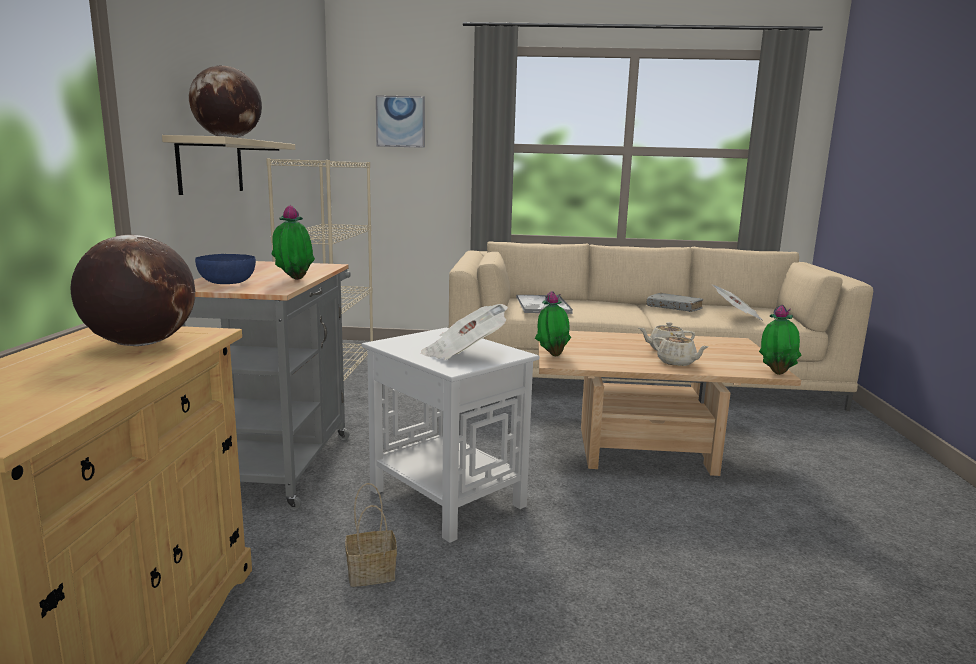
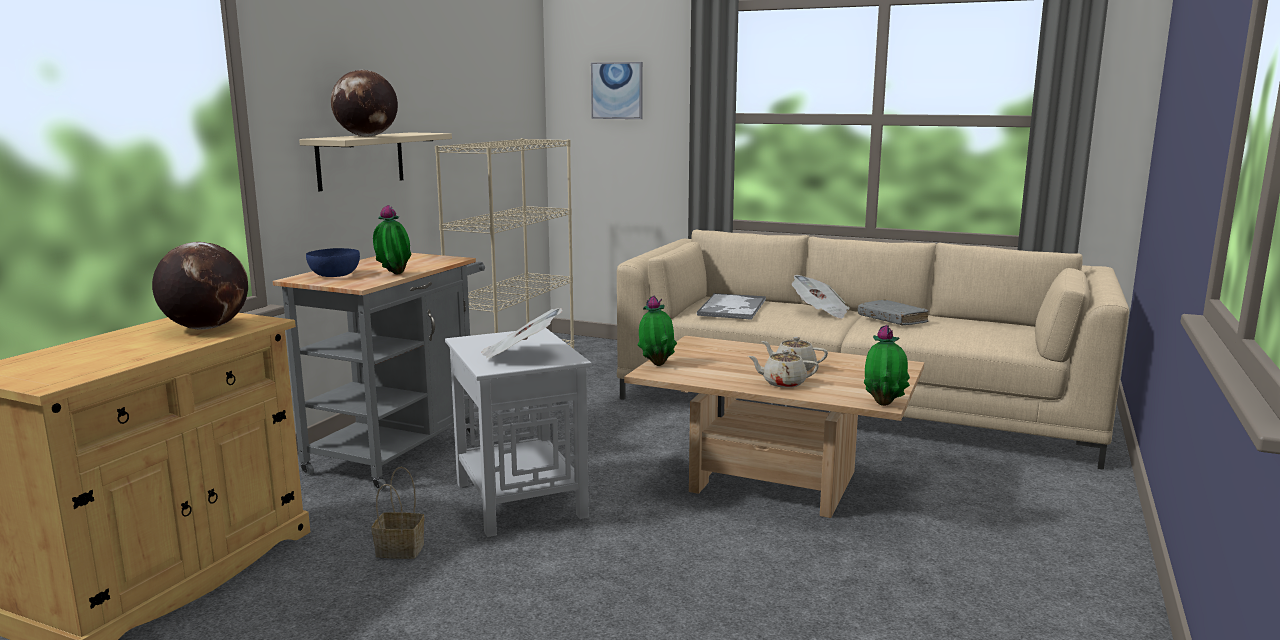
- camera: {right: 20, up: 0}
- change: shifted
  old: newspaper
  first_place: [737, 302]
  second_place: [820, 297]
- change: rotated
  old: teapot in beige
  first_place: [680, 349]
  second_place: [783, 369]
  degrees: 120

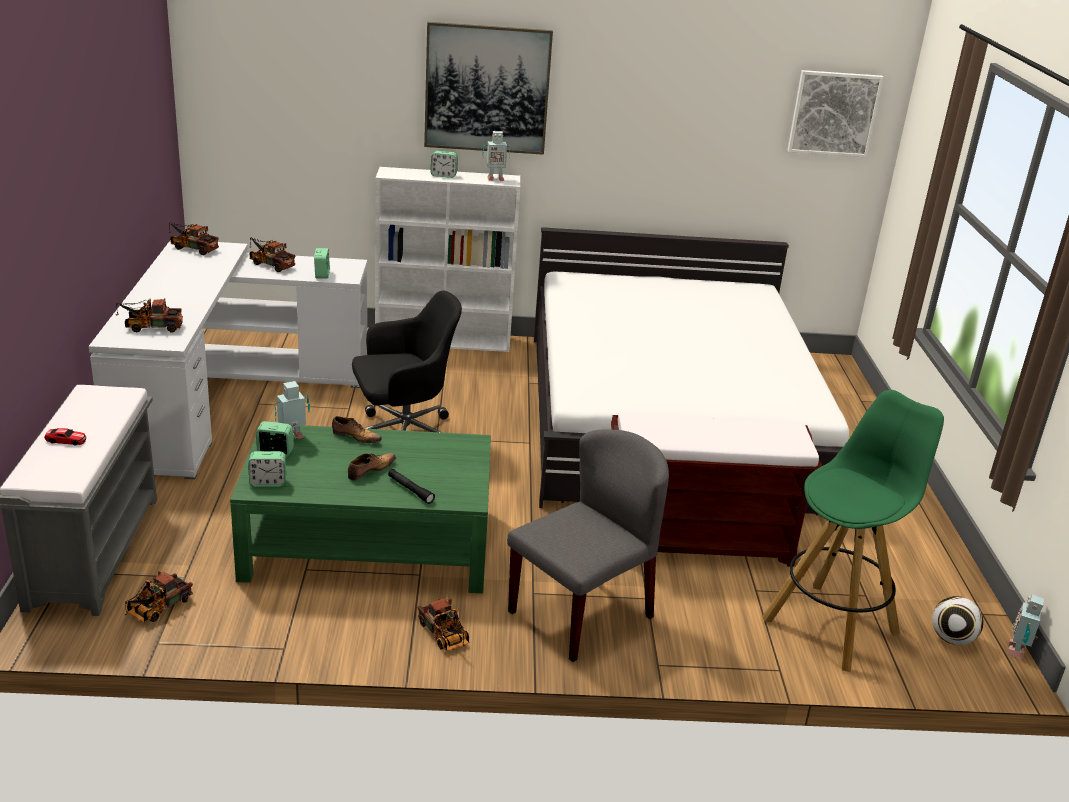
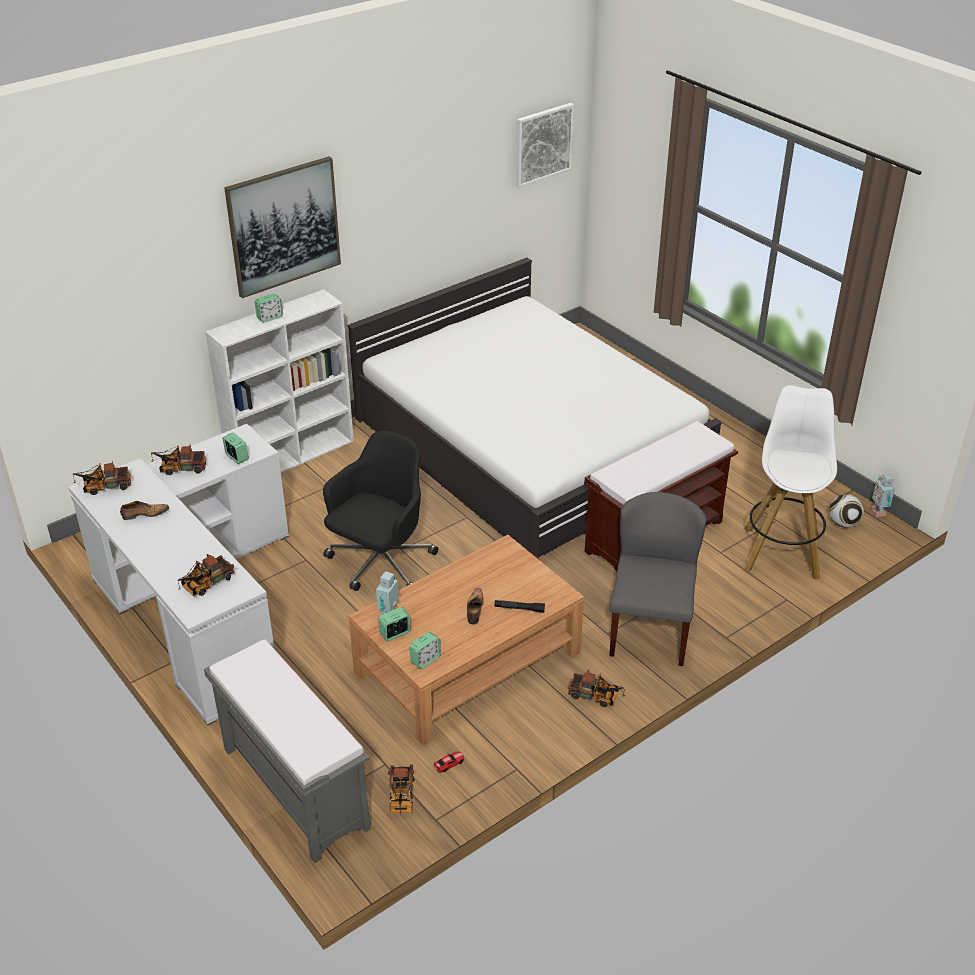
- camera: {right: -35, up: 10}
- change: gone
  old: toy robot
  first_place: [496, 156]
- change: repainted
  old: stool in green
  new: stool in white
  first_place: [853, 531]
  second_place: [790, 482]
- change: shifted
  old: shoe
  first_place: [357, 429]
  second_place: [144, 510]
- change: repainted
  old: coffee table in green
  new: coffee table in brown
  first_place: [360, 509]
  second_place: [466, 640]
- change: shifted
  old: toy car
  first_place: [65, 436]
  second_place: [449, 762]

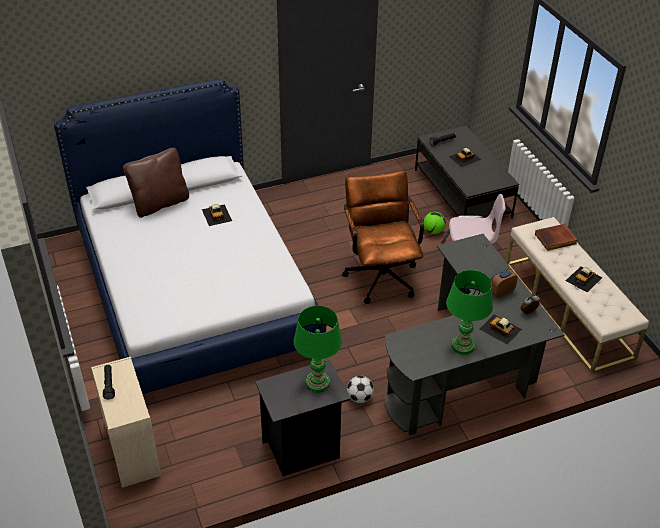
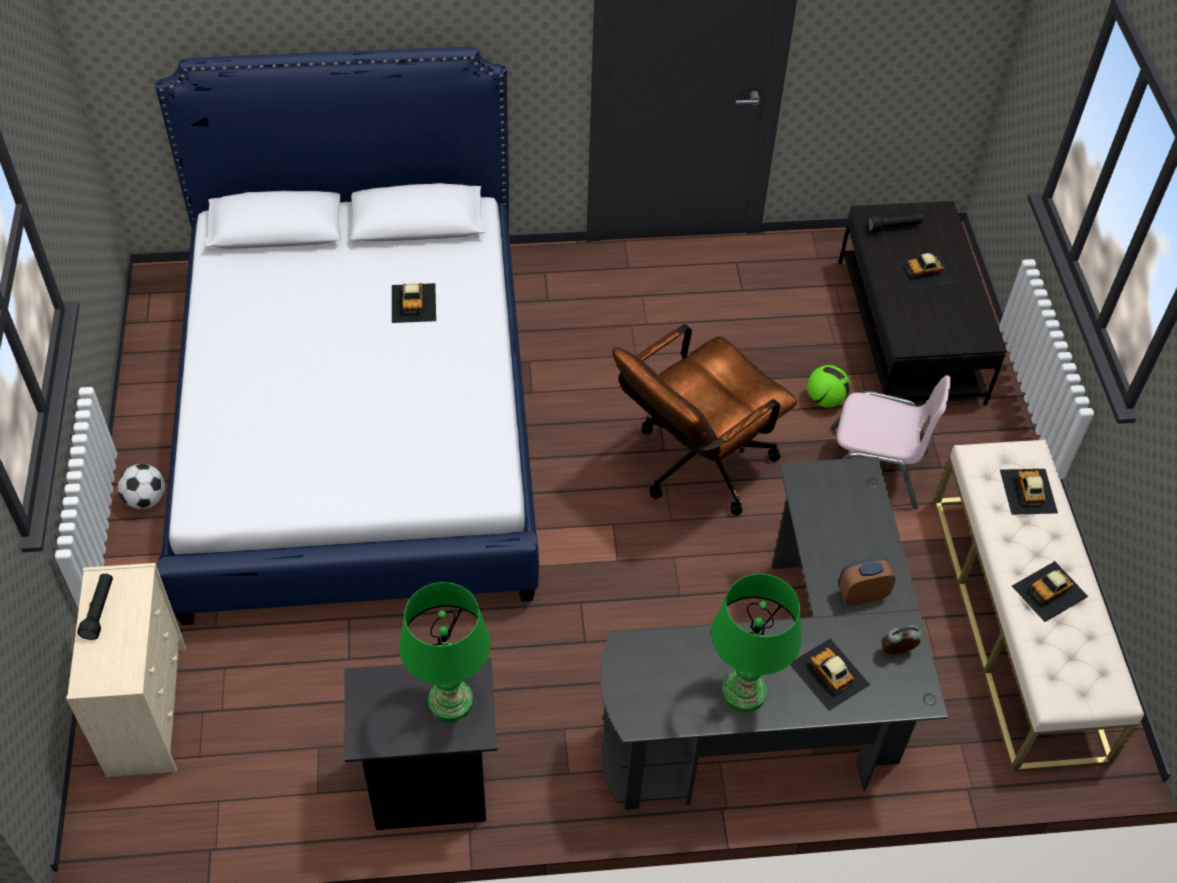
- camera: {right: 15, up: 10}
- change: gone
  old: pillow in brown
  first_place: [156, 183]
- change: rotated
  old: office chair in brown
  first_place: [383, 237]
  second_place: [704, 420]
  degrees: -135
- change: swapped
  old: book
  new: toy car
  first_place: [556, 237]
  second_place: [1029, 492]
- change: shifted
  old: football
  first_place: [360, 389]
  second_place: [141, 486]

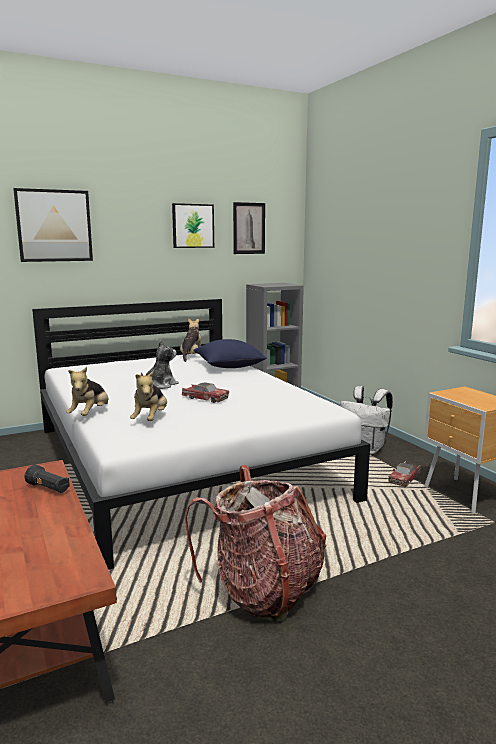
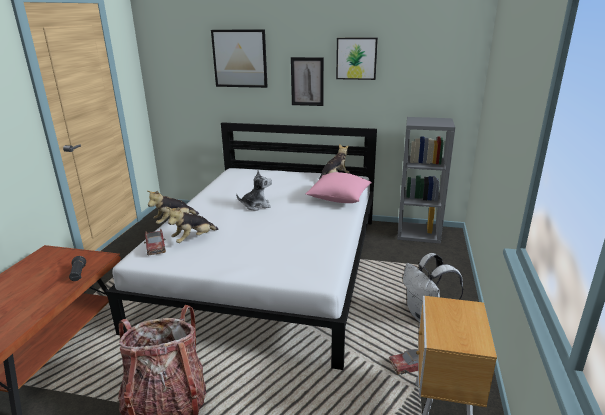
- camera: {right: 40, up: 10}
- change: shifted
  old: picture
  first_place: [249, 228]
  second_place: [307, 81]
- change: repainted
  old: pillow in blue
  new: pillow in pink
  first_place: [230, 353]
  second_place: [339, 187]
- change: shifted
  old: toy car
  first_place: [205, 392]
  second_place: [155, 242]

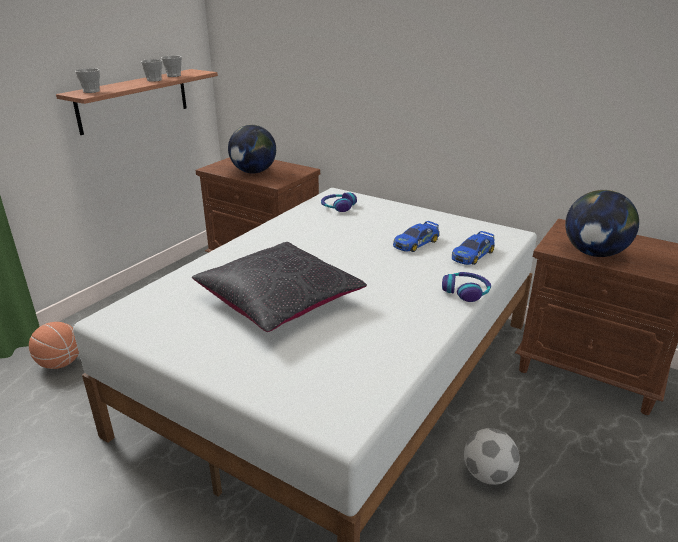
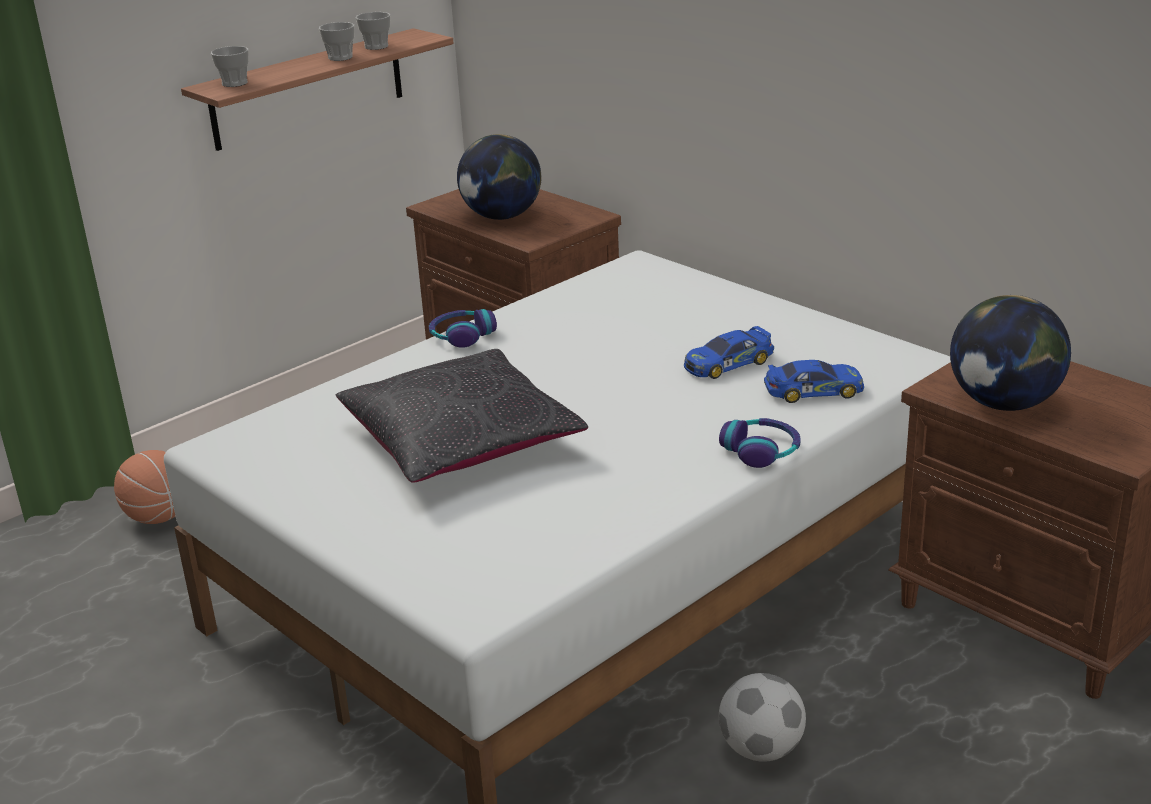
- camera: {right: 15, up: 0}
- change: shifted
  old: headphones
  first_place: [339, 202]
  second_place: [463, 328]
- change: rotated
  old: toy car
  first_place: [473, 248]
  second_place: [814, 381]
  degrees: -150

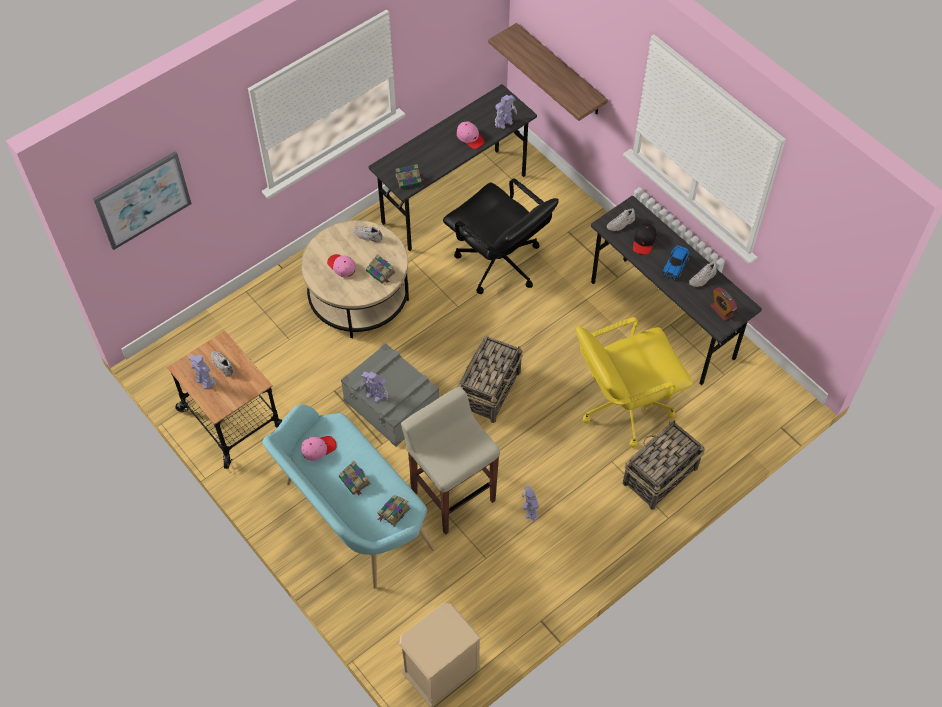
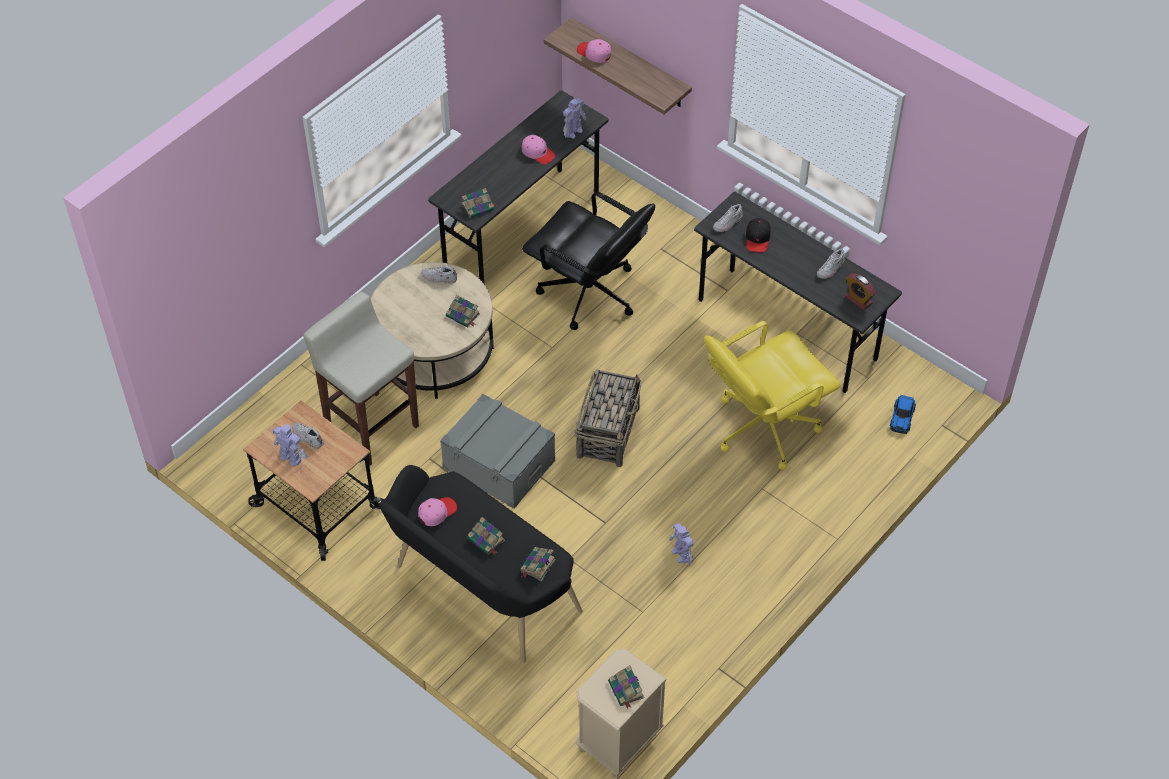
- camera: {right: -10, up: -5}
- change: gone
  old: picture
  first_place: [142, 200]
- change: shifted
  old: toy car
  first_place: [676, 262]
  second_place: [903, 414]
- change: shifted
  old: cap in pink
  first_place: [341, 265]
  second_place: [594, 51]
- change: gone
  old: toy robot
  first_place: [374, 386]
- change: shifted
  old: stool in beige
  first_place: [450, 461]
  second_place: [361, 379]
- change: repainted
  old: bench in turquoise
  new: bench in black
  first_place: [349, 496]
  second_place: [481, 564]
- change: gone
  old: basket
  first_place: [664, 465]
- change: new
  new: book
  second_place: [626, 687]

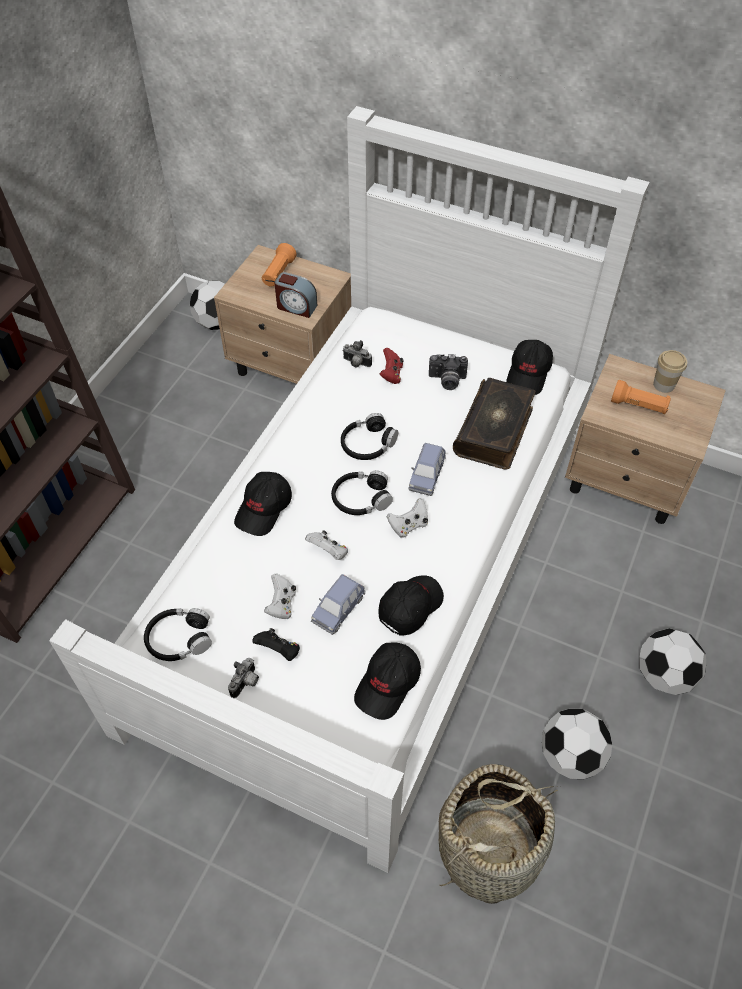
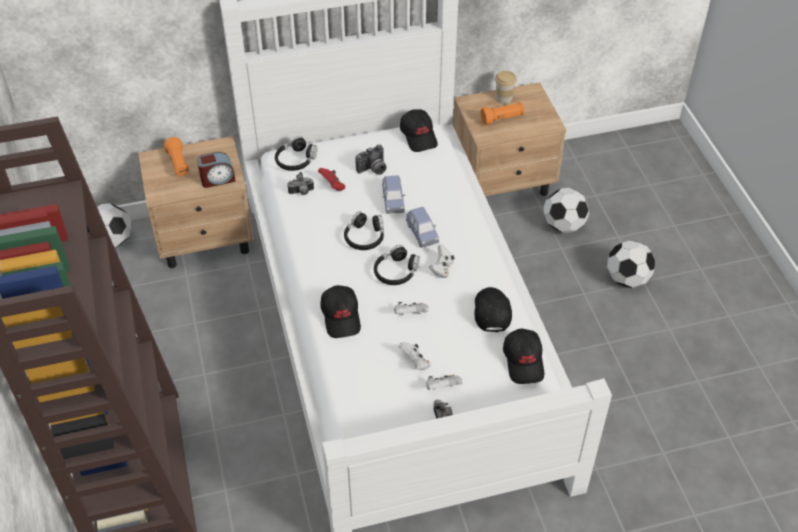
- camera: {right: -40, up: -5}
- change: gone
  old: book
  first_place: [494, 424]
- change: shifted
  old: toy car in blue
  first_place: [338, 604]
  second_place: [393, 194]
- change: shifted
  old: headphones in black
  first_place: [178, 634]
  second_place: [296, 153]
- change: repainted
  old: game controller in black
  new: game controller in white
  first_place: [276, 644]
  second_place: [444, 382]
- change: shifted
  old: football
  first_place: [577, 744]
  second_place: [566, 210]
- change: gone
  old: basket
  first_place: [499, 834]

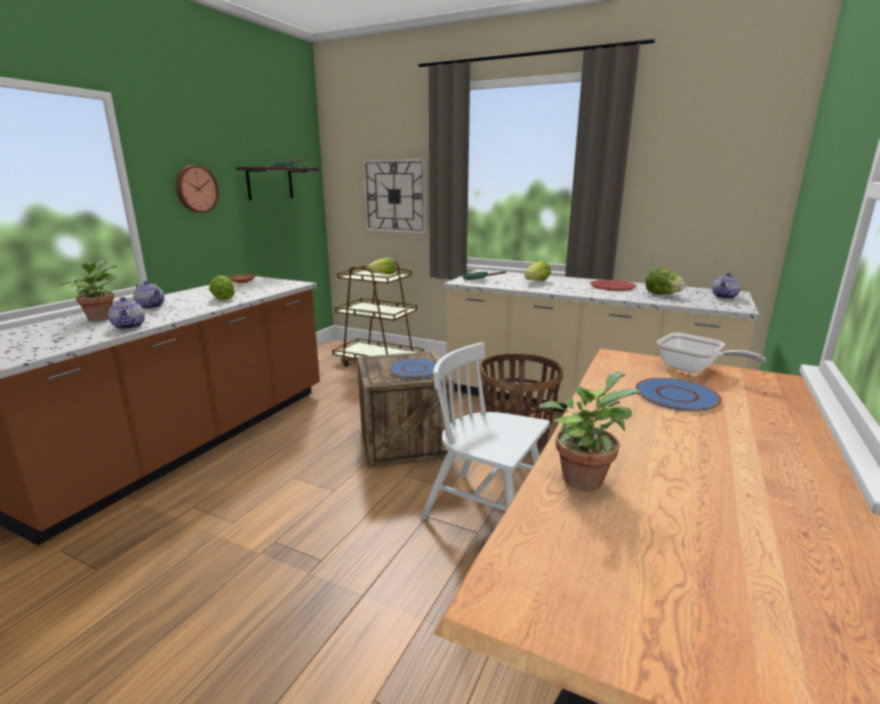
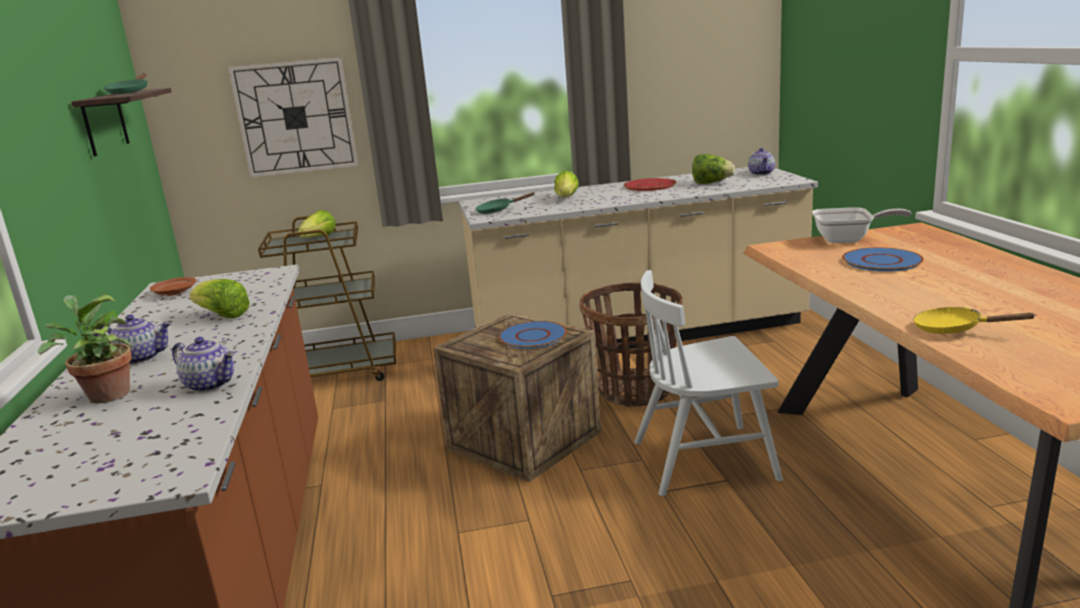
- camera: {right: -35, up: 0}
- change: gone
  old: wall clock
  first_place: [197, 189]
- change: swapped
  old: potted plant
  new: frying pan in yellow
  first_place: [589, 431]
  second_place: [974, 320]

